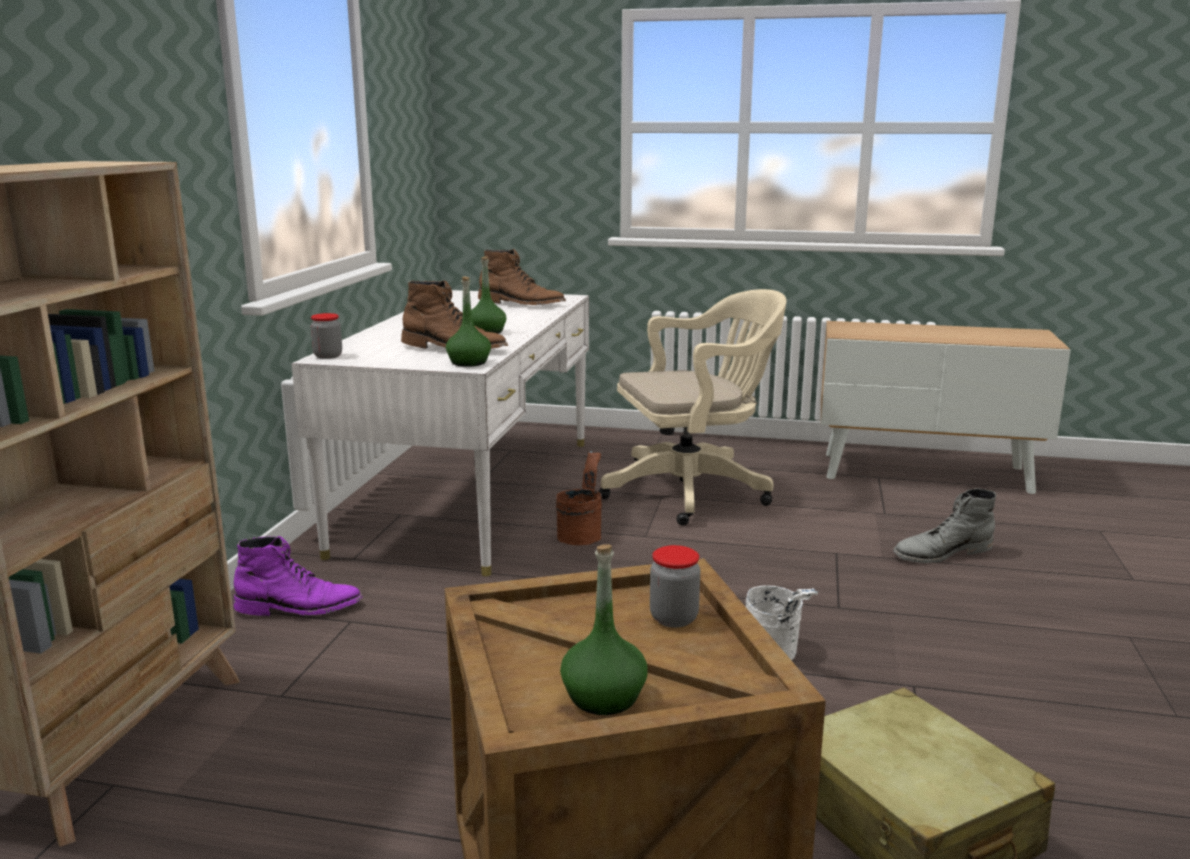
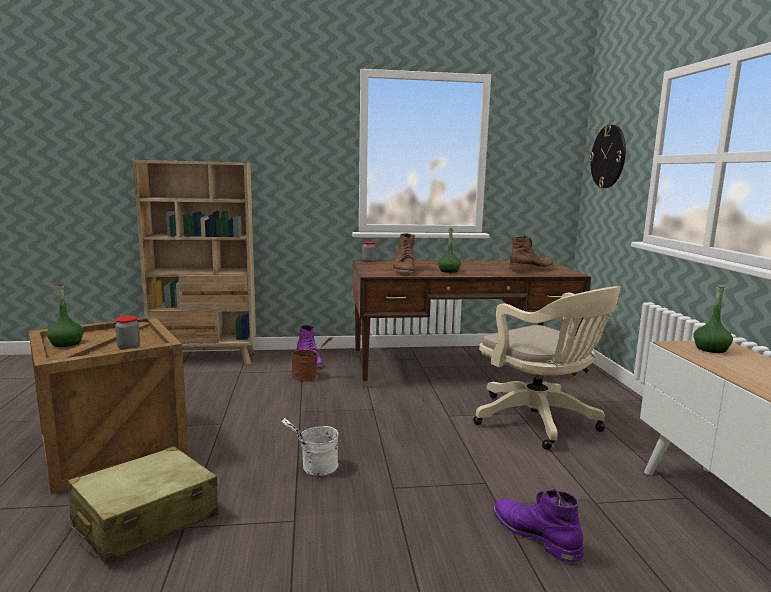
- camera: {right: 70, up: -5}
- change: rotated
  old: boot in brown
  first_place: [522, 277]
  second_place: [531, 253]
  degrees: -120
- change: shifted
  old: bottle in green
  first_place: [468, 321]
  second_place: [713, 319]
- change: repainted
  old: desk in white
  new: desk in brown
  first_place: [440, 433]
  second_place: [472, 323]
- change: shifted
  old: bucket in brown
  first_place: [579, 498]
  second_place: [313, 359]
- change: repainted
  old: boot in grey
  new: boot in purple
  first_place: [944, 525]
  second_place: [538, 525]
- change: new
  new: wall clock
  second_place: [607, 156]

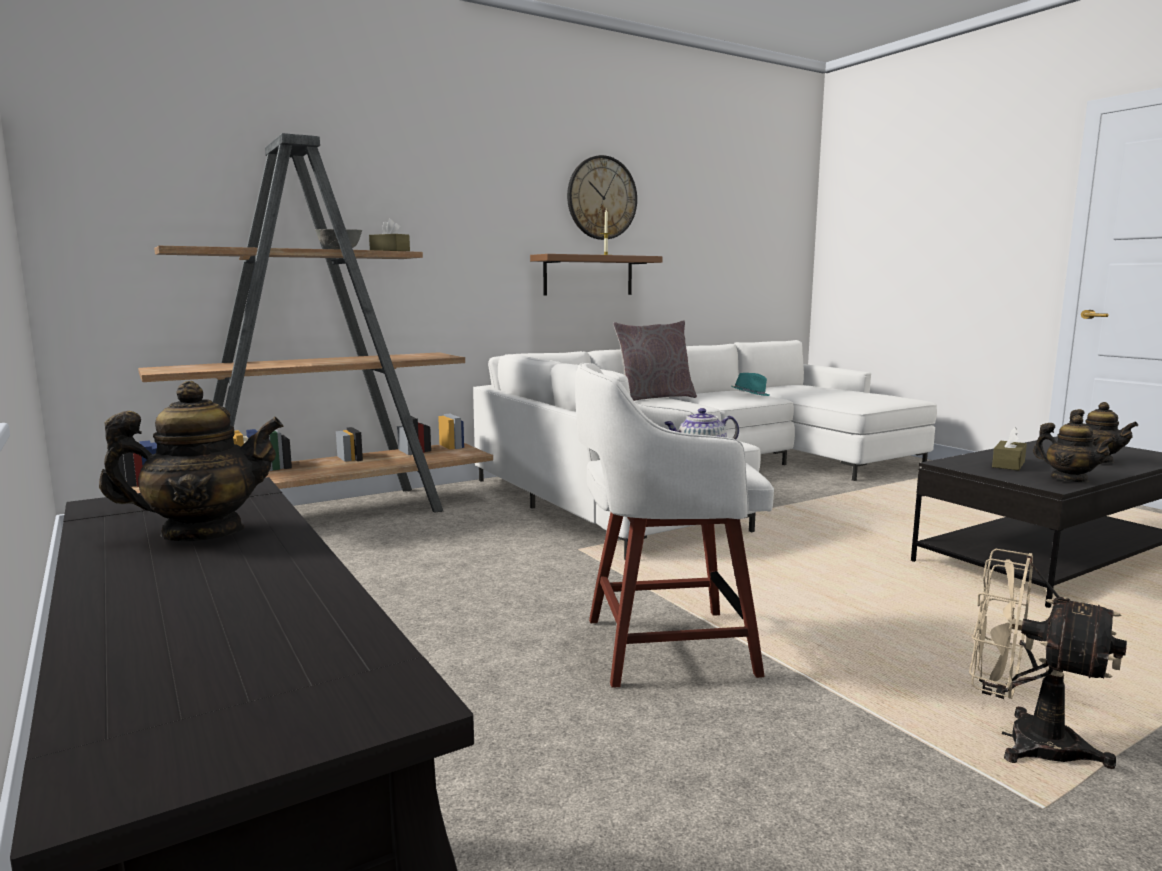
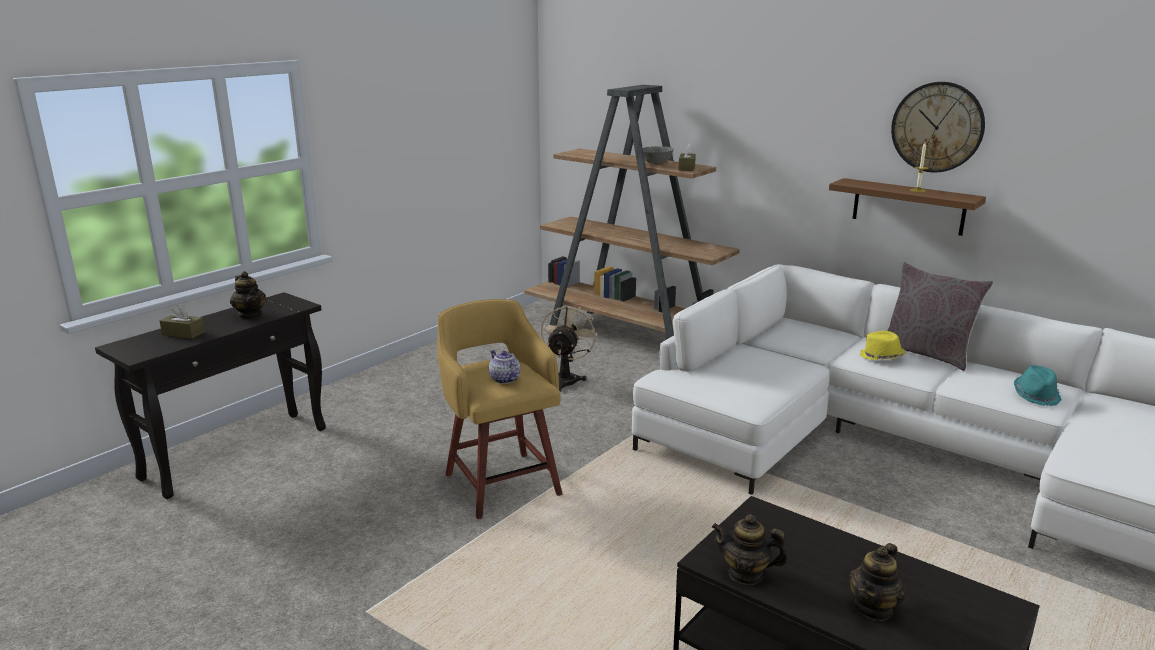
- camera: {right: 70, up: 10}
- change: repainted
  old: stool in white
  new: stool in yellow
  first_place: [674, 525]
  second_place: [500, 409]
- change: rotated
  old: teapot
  first_place: [1074, 448]
  second_place: [750, 549]
  degrees: 75
- change: shifted
  old: tissue box in brown
  first_place: [1009, 449]
  second_place: [182, 322]
- change: shifted
  old: fan in beige
  first_place: [1048, 659]
  second_place: [569, 348]
- change: new
  new: hat in yellow
  second_place: [883, 345]

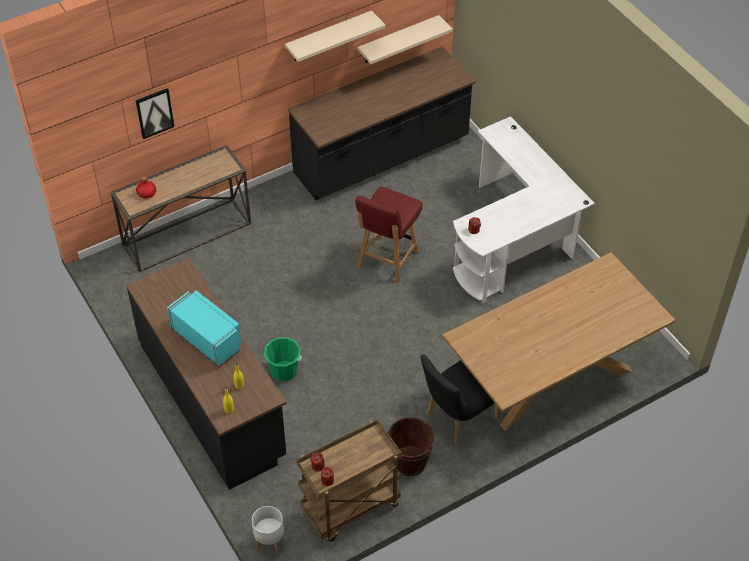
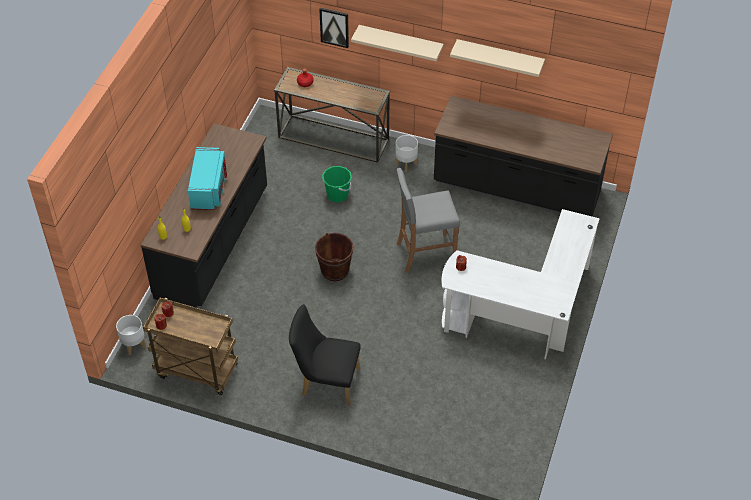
- camera: {right: 50, up: 0}
- change: shifted
  old: shelf in beige
  first_place: [405, 39]
  second_place: [397, 43]
- change: swapped
  old: chair in red
  new: stool in grey
  first_place: [388, 235]
  second_place: [428, 220]
- change: gone
  old: dining table in brown
  first_place: [558, 341]
- change: shifted
  old: bucket in green
  first_place: [283, 359]
  second_place: [337, 184]
- change: shifted
  old: bucket in brown
  first_place: [411, 446]
  second_place: [334, 257]
- change: new
  new: planter in white
  second_place: [406, 153]

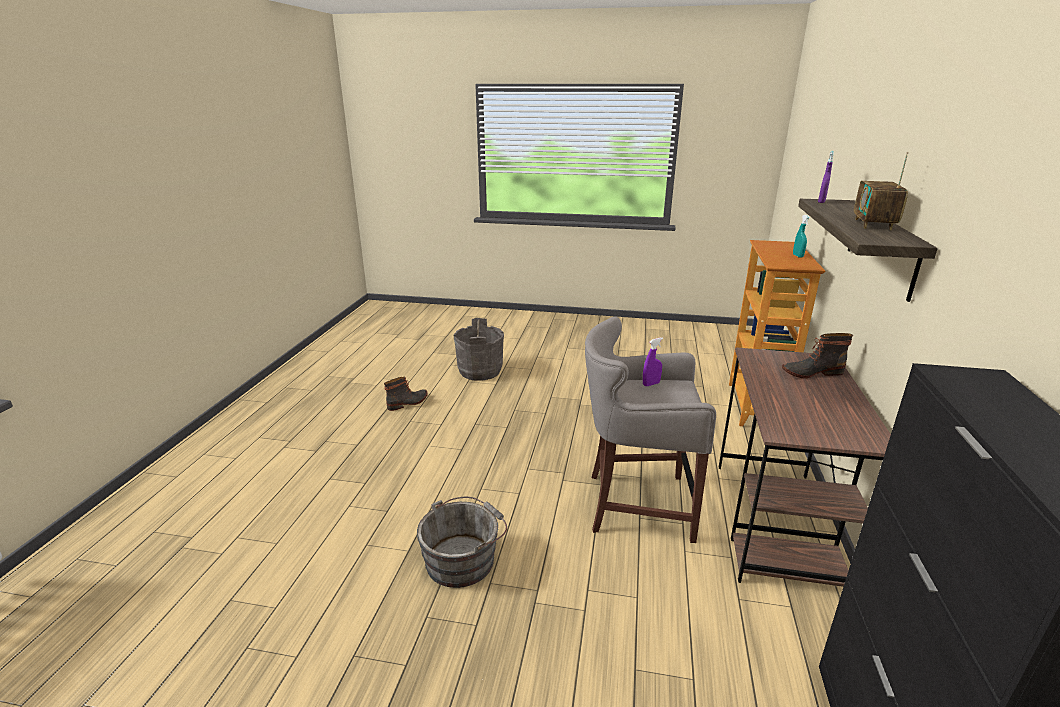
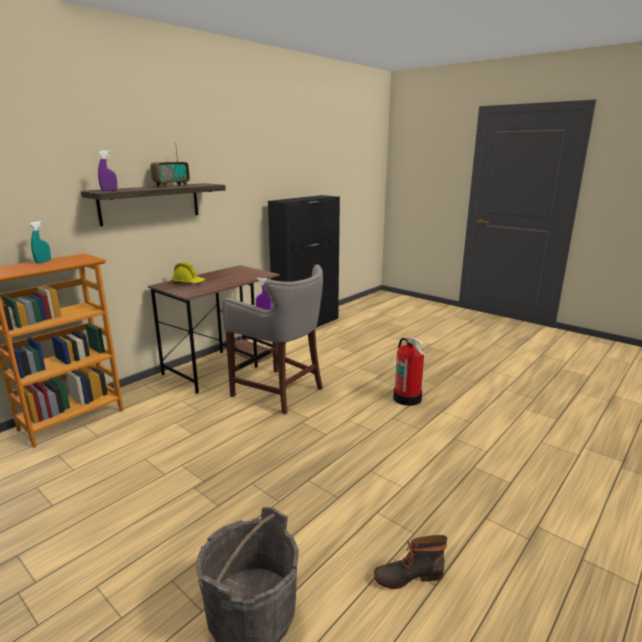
- camera: {right: -150, up: -5}
- change: swapped
  old: boot
  new: hard hat in yellow
  first_place: [817, 355]
  second_place: [188, 273]
- change: swapped
  old: bucket in grey
  new: fire extinguisher
  first_place: [462, 542]
  second_place: [409, 371]

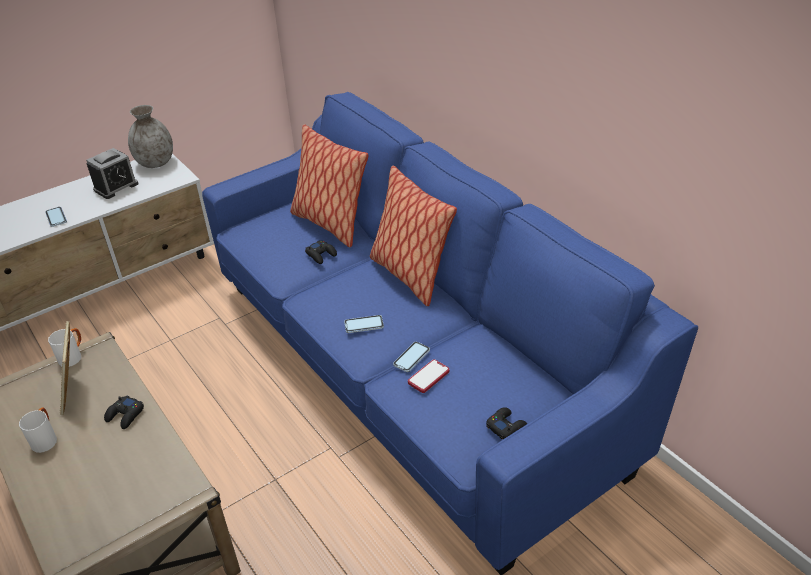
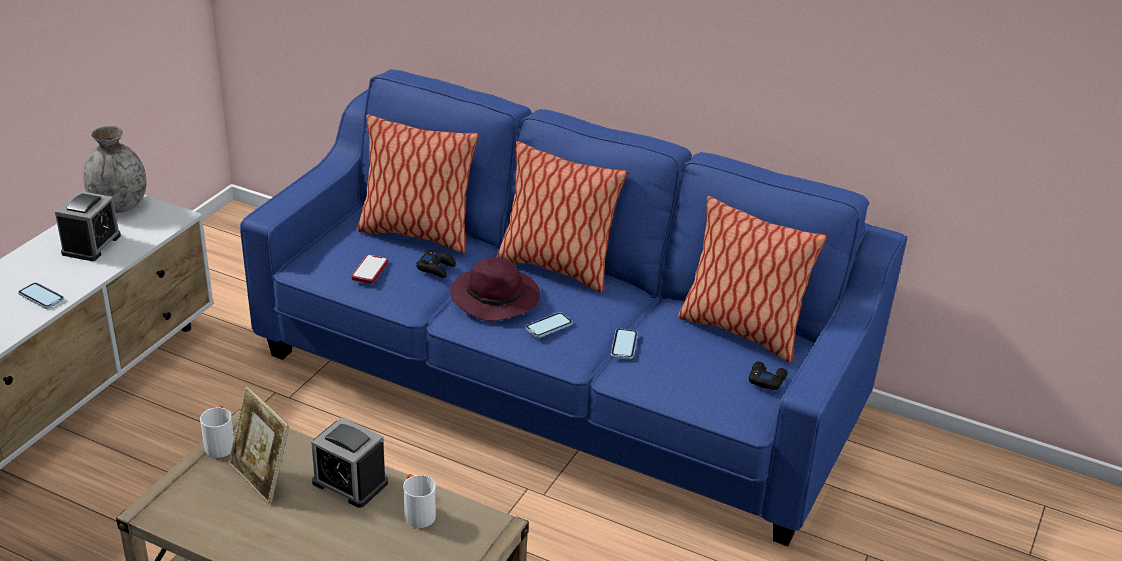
- camera: {right: -30, up: -5}
- change: shifted
  old: phone
  first_place: [429, 376]
  second_place: [369, 269]
- change: swapped
  old: game controller in black
  new: alarm clock
  first_place: [124, 412]
  second_place: [349, 462]
- change: shifted
  old: mug in white
  first_place: [38, 430]
  second_place: [419, 501]
- change: new
  new: pillow
  second_place: [752, 279]
- change: new
  new: hat in purple
  second_place: [495, 289]

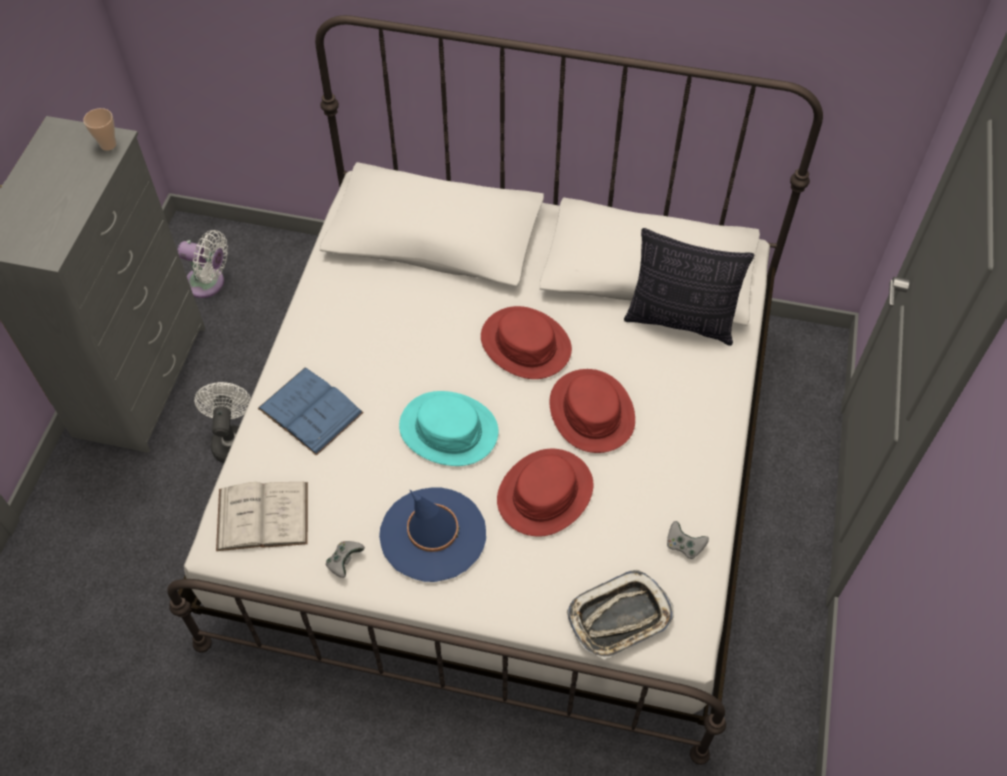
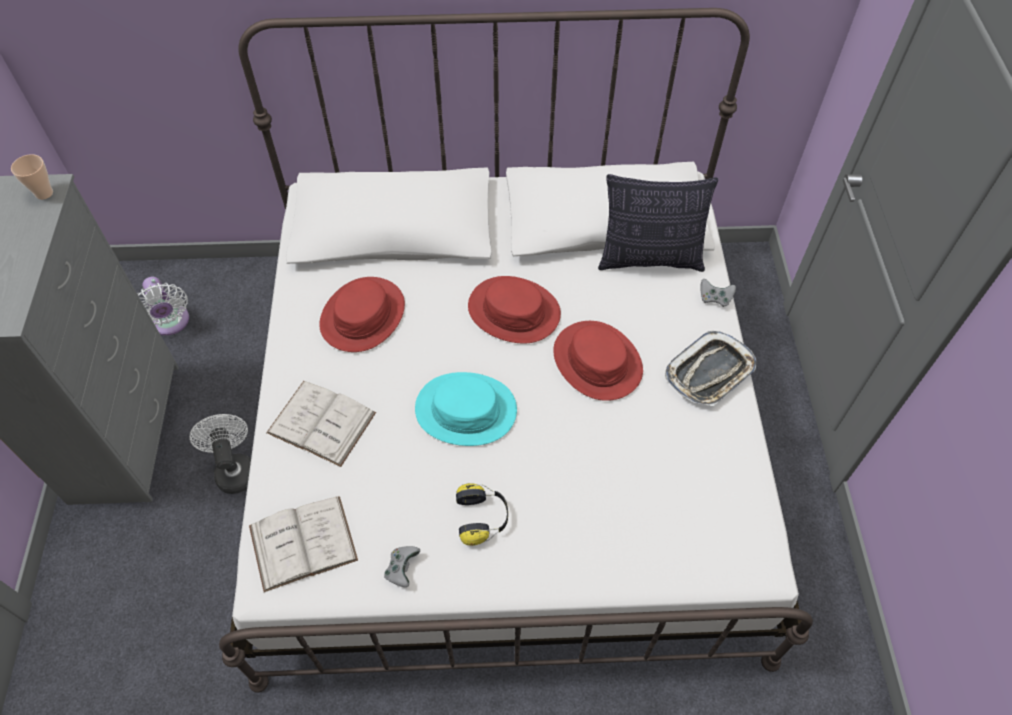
- camera: {right: -15, up: 0}
- change: rotated
  old: fan in white
  first_place: [202, 264]
  second_place: [163, 306]
  degrees: 60
- change: repainted
  old: book in blue
  new: book in white
  first_place: [311, 412]
  second_place: [321, 424]
- change: shifted
  old: hat in red
  first_place: [545, 493]
  second_place: [362, 314]
- change: swapped
  old: hat in blue
  new: headphones
  first_place: [432, 535]
  second_place: [482, 514]
- change: shifted
  old: game controller in grey
  first_place: [688, 540]
  second_place: [718, 293]
- change: shifted
  old: tray
  first_place: [620, 615]
  second_place: [710, 368]

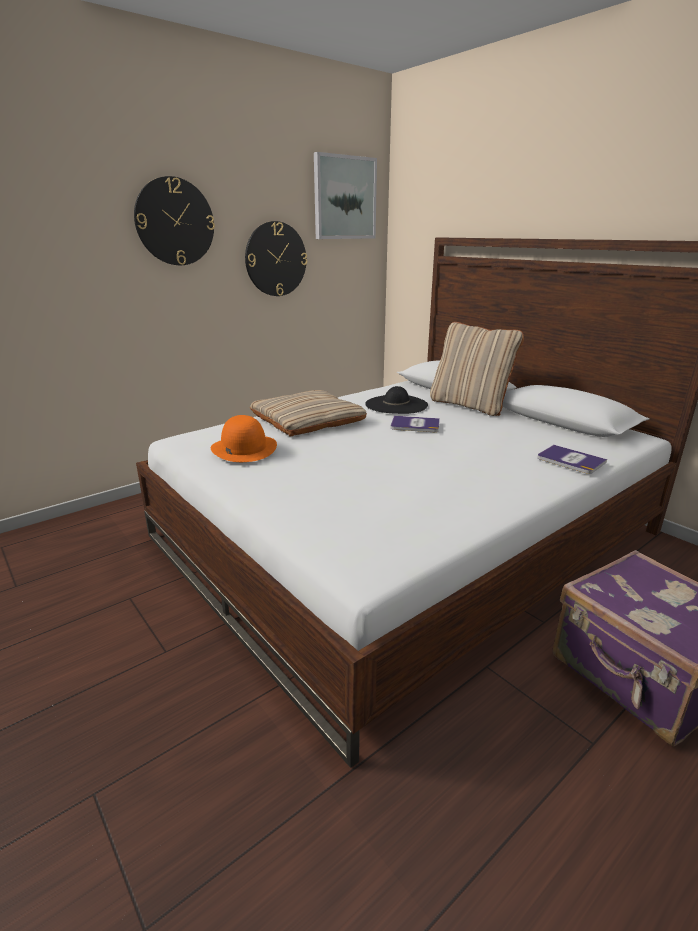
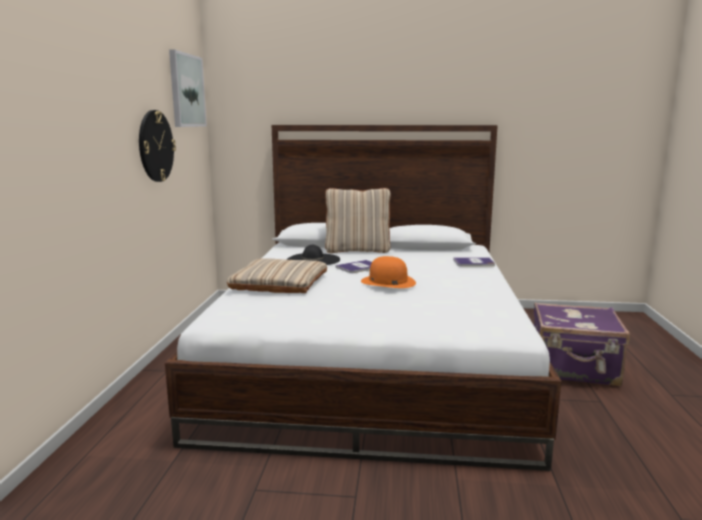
- camera: {right: -45, up: -10}
- change: gone
  old: wall clock
  first_place: [174, 220]
- change: shifted
  old: hat in orange
  first_place: [244, 438]
  second_place: [388, 272]

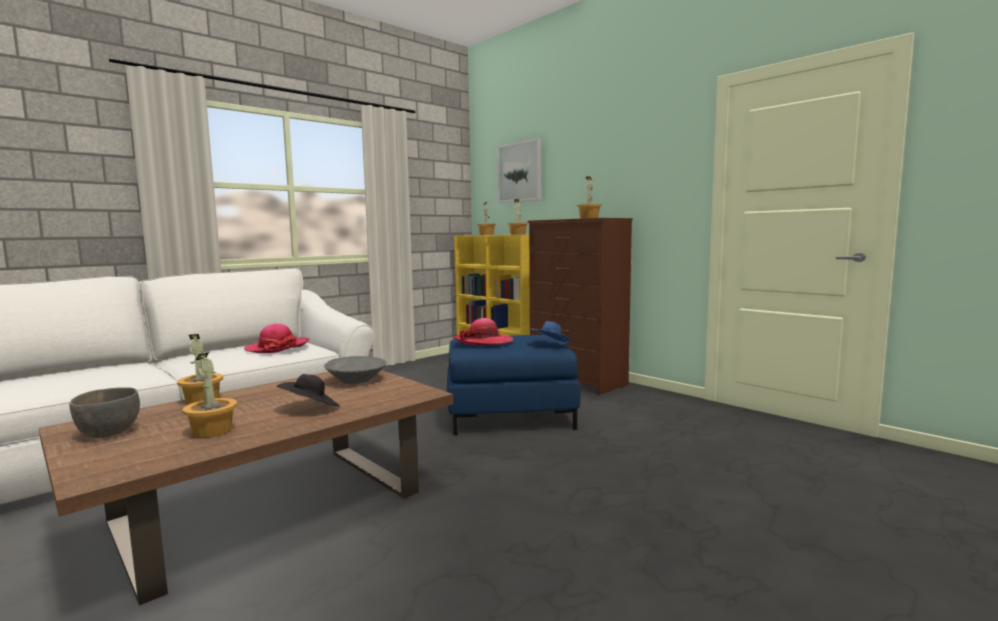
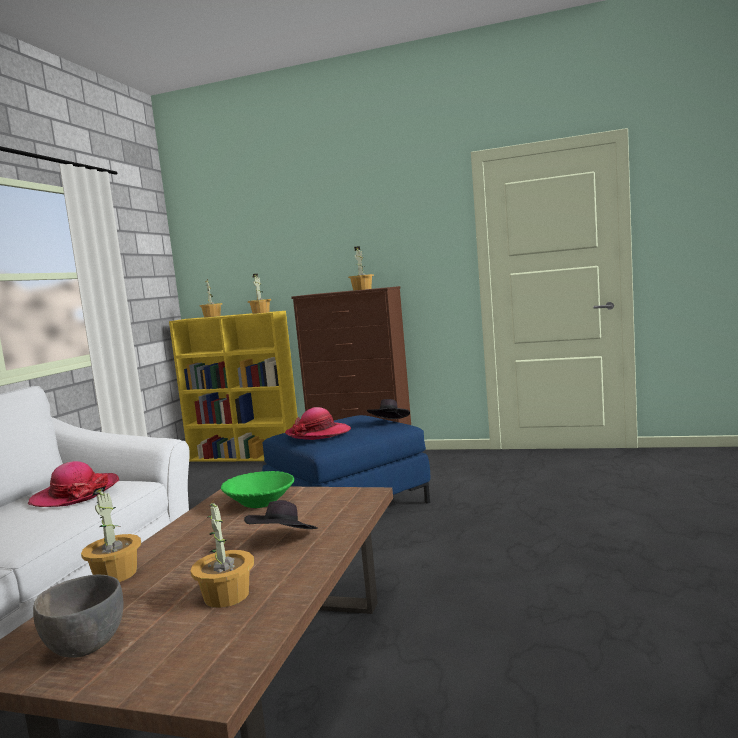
- camera: {right: -30, up: 0}
- change: gone
  old: picture
  first_place: [519, 170]
- change: repainted
  old: hat in blue
  new: hat in black
  first_place: [551, 332]
  second_place: [388, 409]
- change: repainted
  old: bowl in grey
  new: bowl in green
  first_place: [355, 370]
  second_place: [257, 489]

